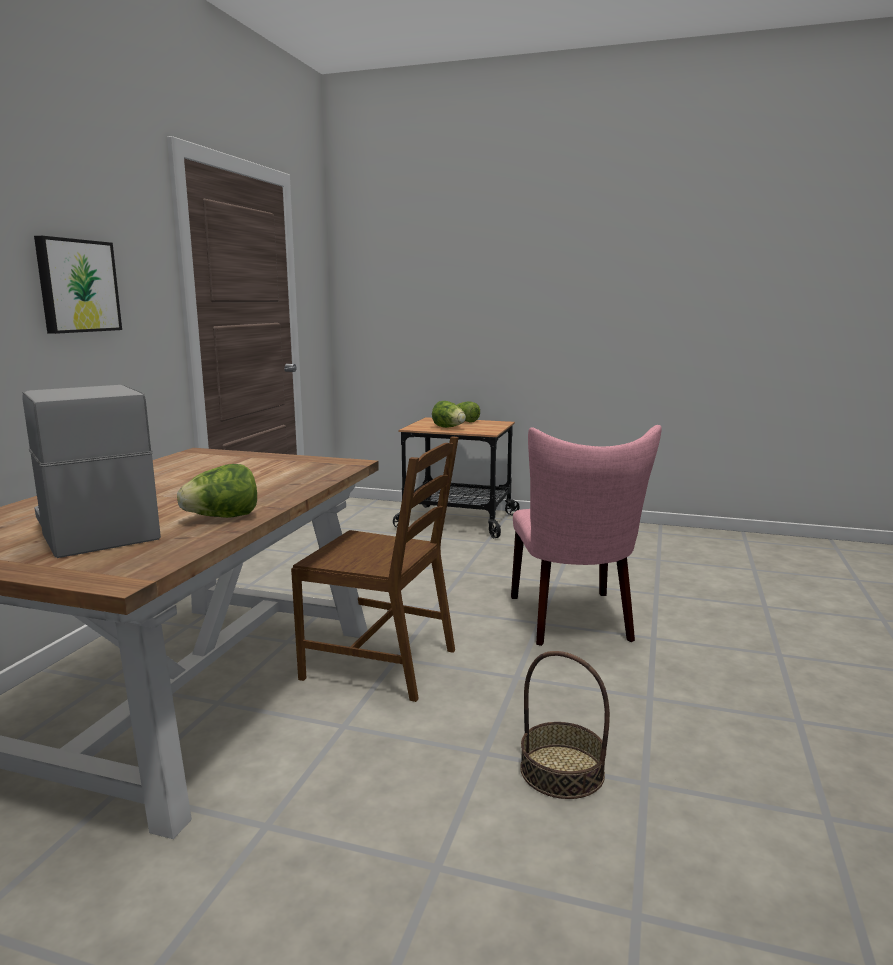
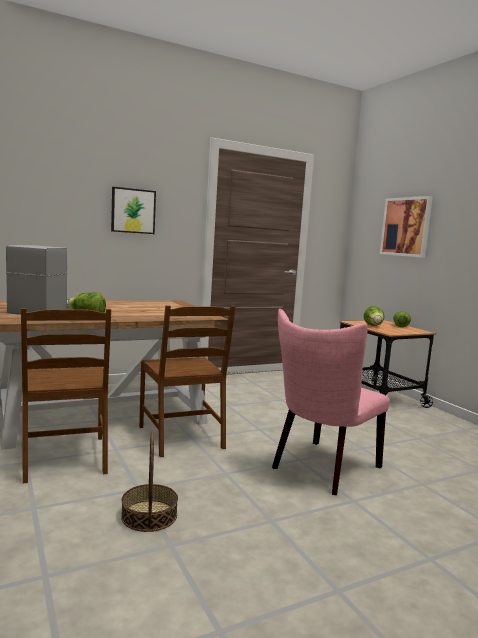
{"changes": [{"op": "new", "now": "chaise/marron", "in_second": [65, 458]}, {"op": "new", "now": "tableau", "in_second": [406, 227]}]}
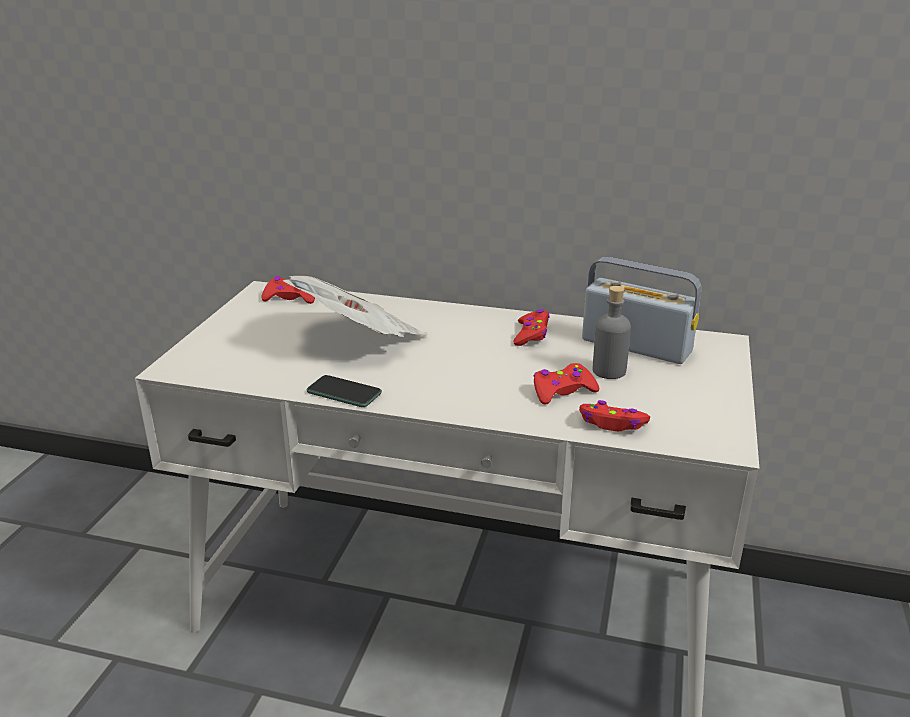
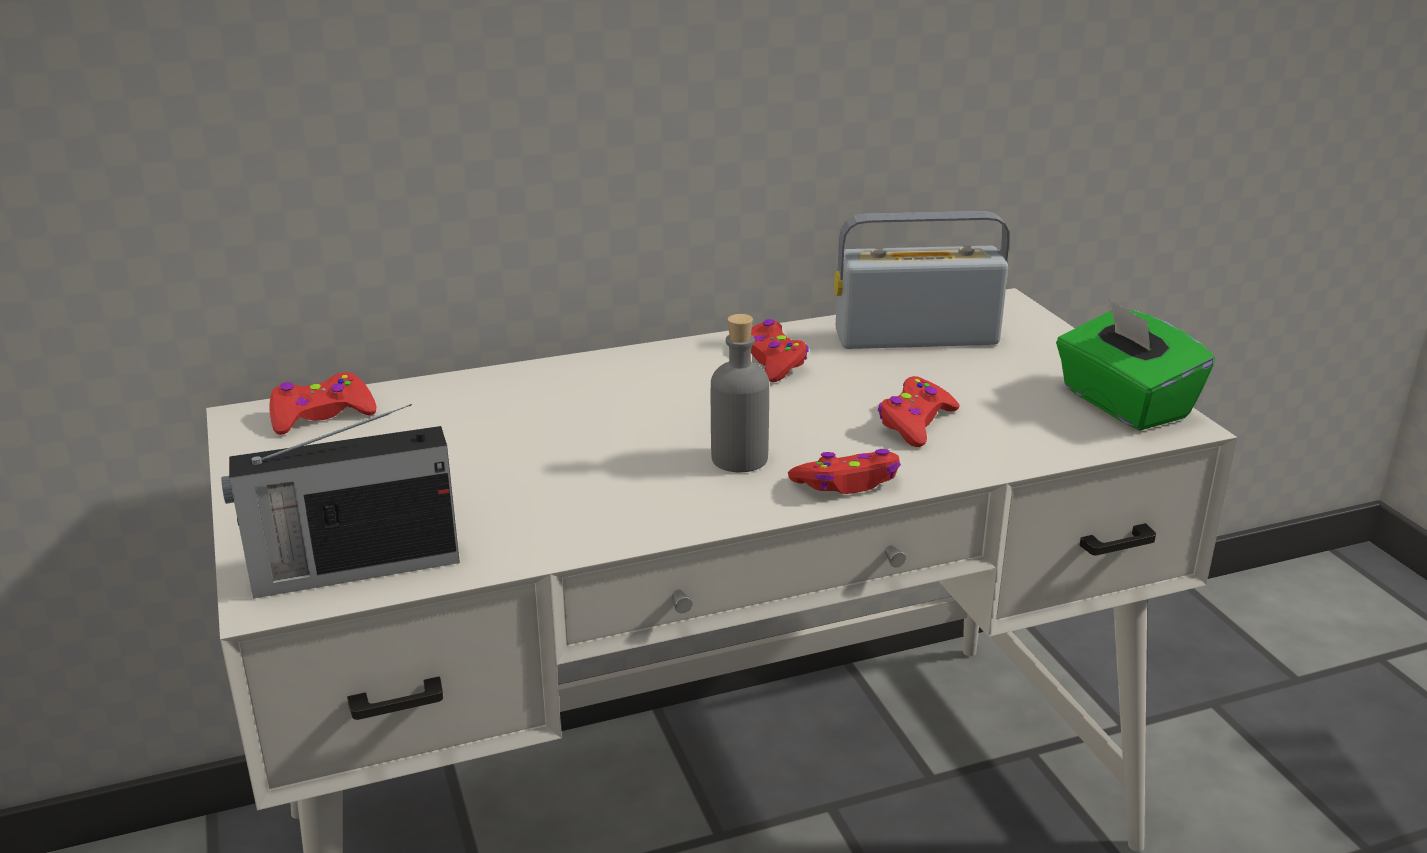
{"changes": [{"op": "gone", "was": "journal", "in_first": [359, 340]}, {"op": "gone", "was": "téléphone", "in_first": [344, 392]}, {"op": "shifted", "was": "manette/rouge", "in_first": [612, 424], "in_second": [848, 483]}, {"op": "shifted", "was": "bouteille/gris", "in_first": [609, 371], "in_second": [739, 458]}, {"op": "new", "now": "radio", "in_second": [352, 569]}, {"op": "new", "now": "boîte à mouchoirs/vert", "in_second": [1123, 404]}]}
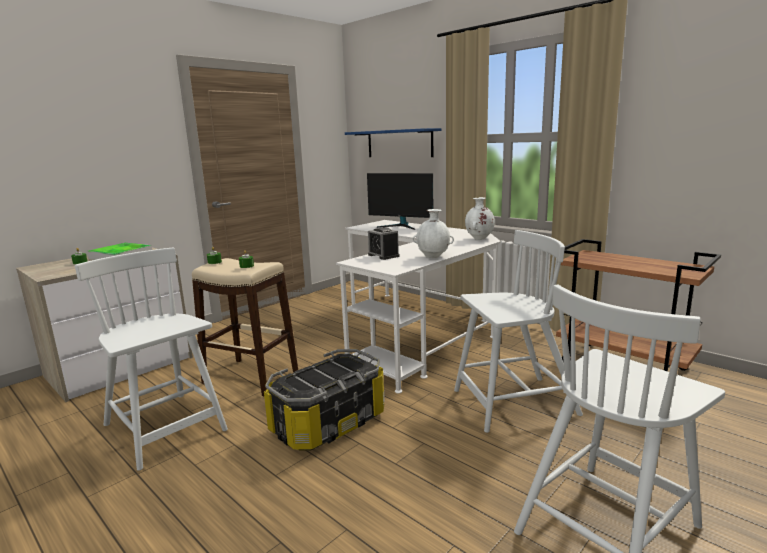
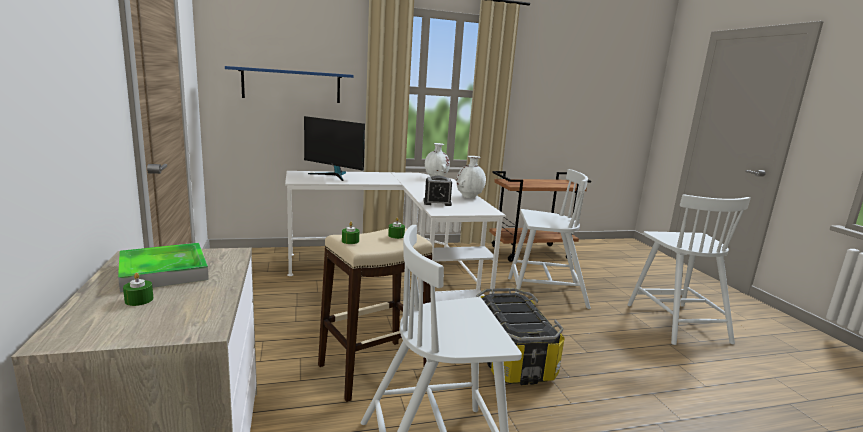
{"changes": [{"op": "rotated", "was": "écran d'ordinateur", "in_first": [401, 226], "in_second": [334, 175], "clockwise": 60}, {"op": "rotated", "was": "chaise/blanc", "in_first": [512, 403], "in_second": [544, 293], "clockwise": 75}]}
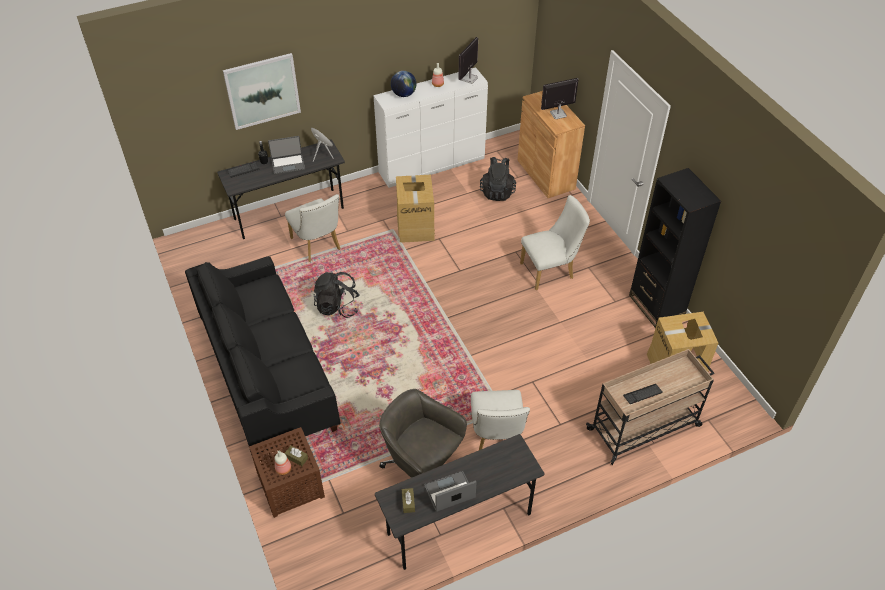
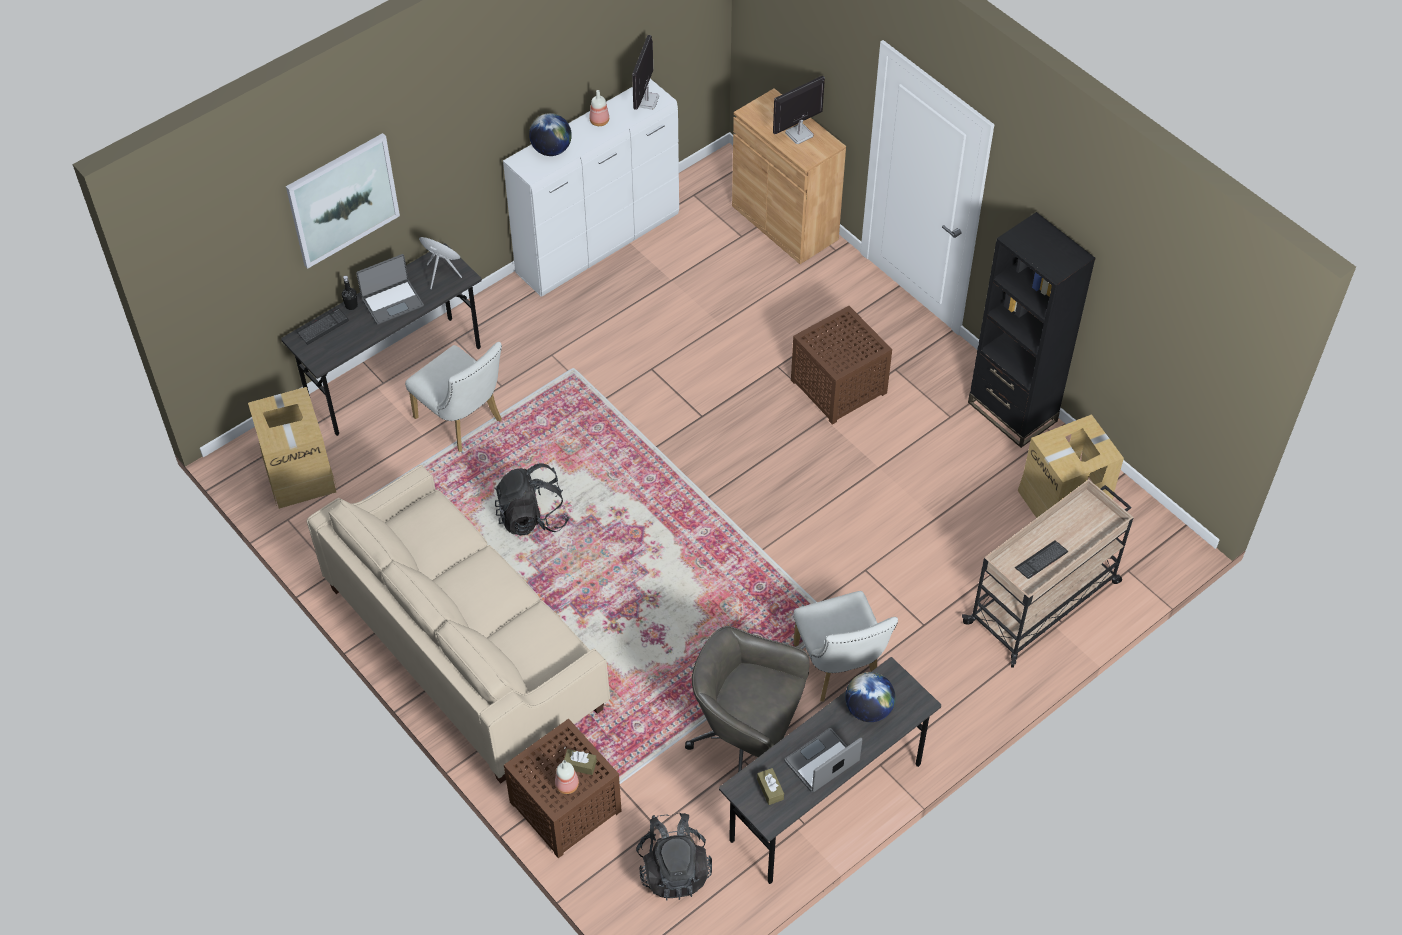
{"changes": [{"op": "repainted", "was": "canapé/noir", "now": "canapé/beige", "in_first": [267, 373], "in_second": [464, 647]}, {"op": "shifted", "was": "carton", "in_first": [416, 226], "in_second": [299, 472]}, {"op": "shifted", "was": "sac à dos/noir", "in_first": [497, 191], "in_second": [674, 869]}, {"op": "swapped", "was": "chaise/blanc", "now": "table d'appoint/marron", "in_first": [550, 270], "in_second": [840, 387]}, {"op": "new", "now": "globe", "in_second": [868, 709]}]}
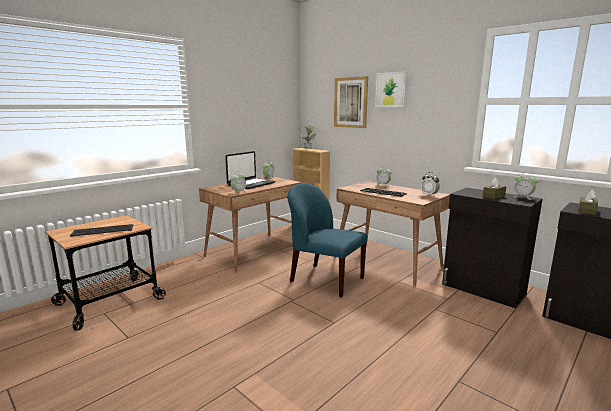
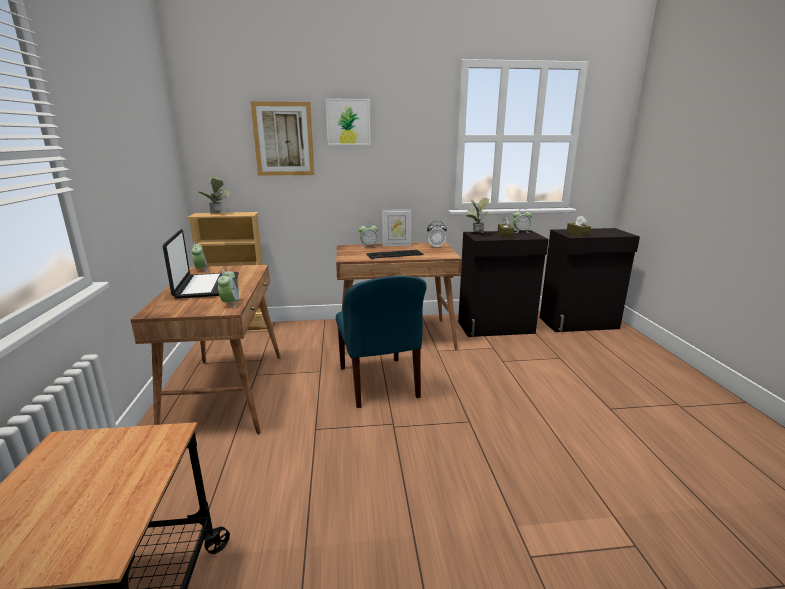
{"changes": [{"op": "gone", "was": "clavier", "in_first": [103, 230]}, {"op": "rotated", "was": "chaise/bleu", "in_first": [325, 280], "in_second": [379, 383], "clockwise": -90}, {"op": "new", "now": "cadre photo", "in_second": [396, 245]}, {"op": "new", "now": "plante en pot", "in_second": [476, 233]}]}
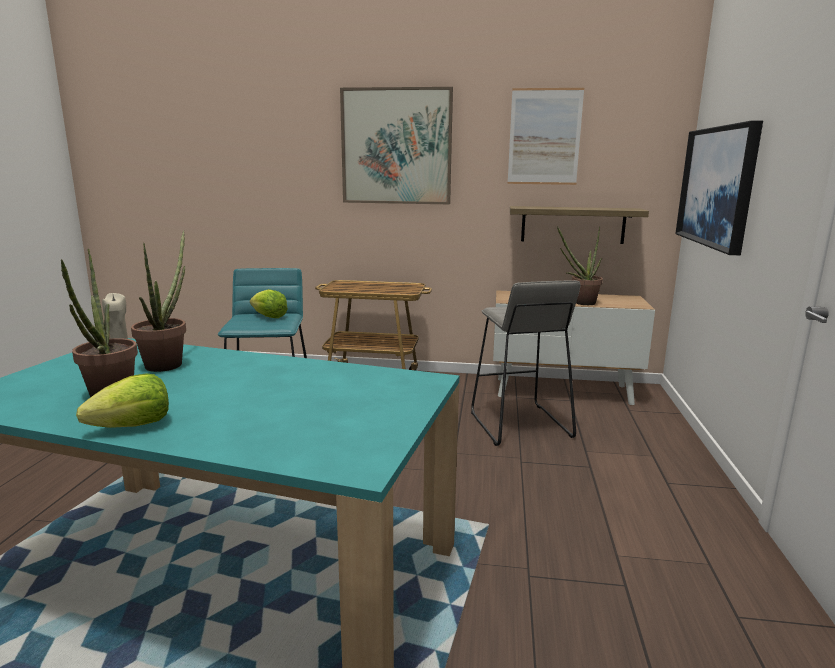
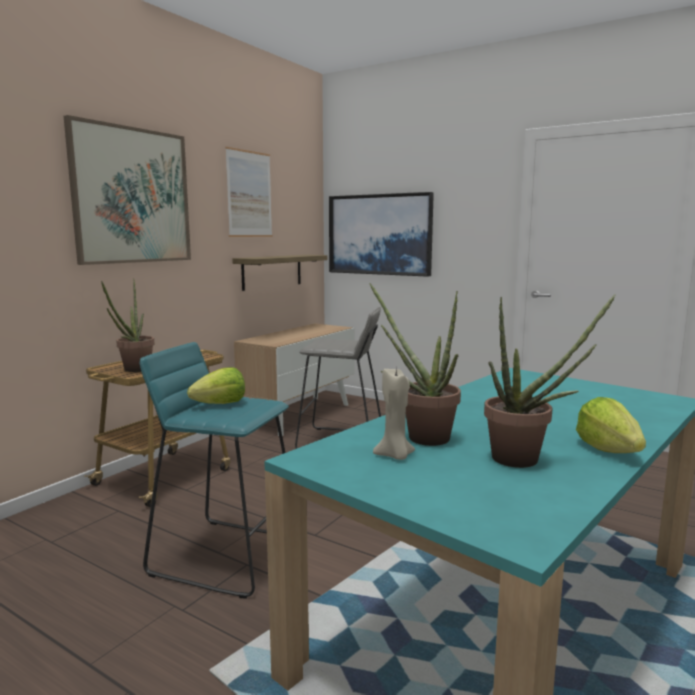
{"changes": [{"op": "shifted", "was": "plante en pot", "in_first": [580, 303], "in_second": [134, 370]}]}
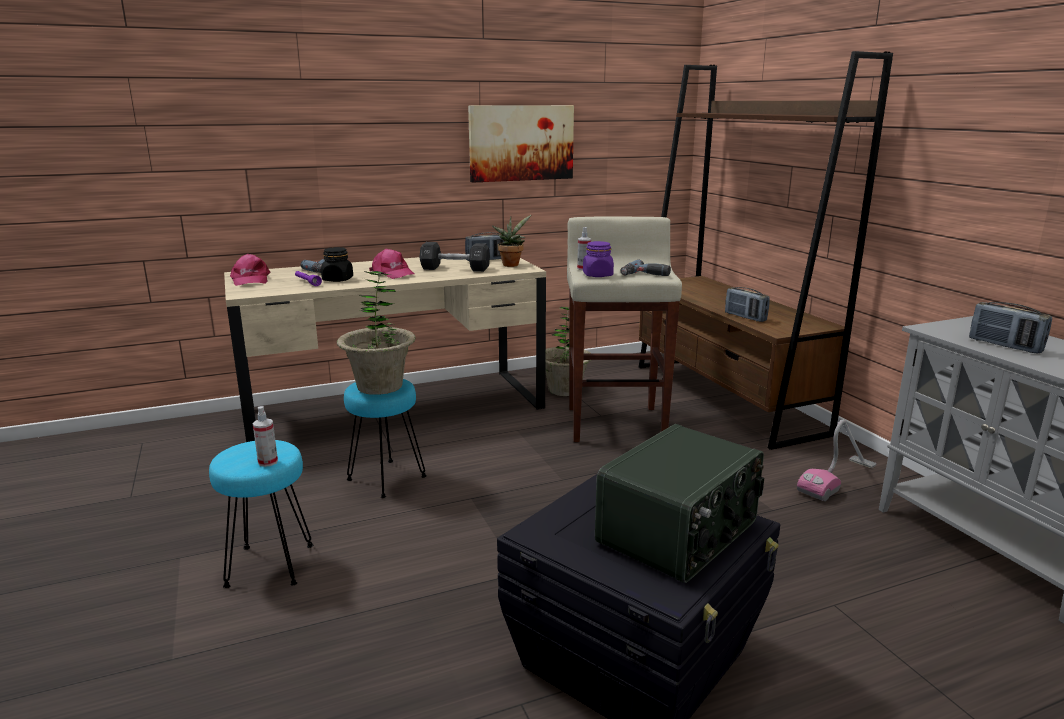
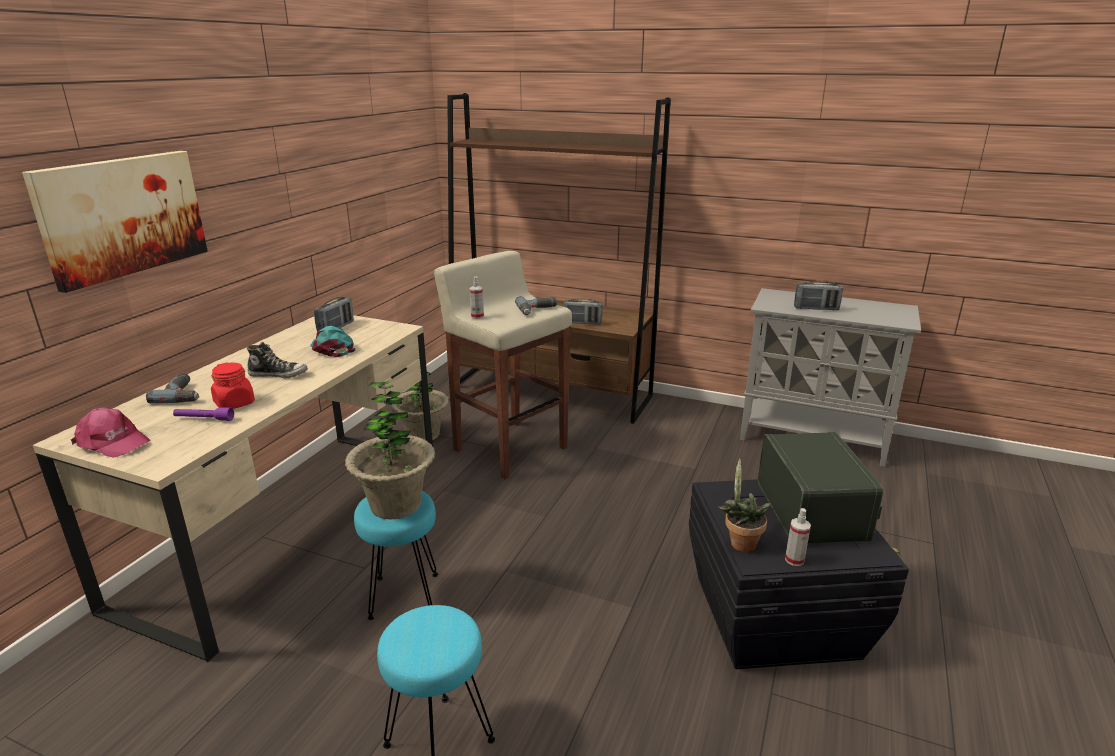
{"changes": [{"op": "shifted", "was": "vaporisateur", "in_first": [268, 462], "in_second": [794, 560]}, {"op": "repainted", "was": "bocal/noir", "now": "bocal/rouge", "in_first": [337, 280], "in_second": [234, 403]}, {"op": "swapped", "was": "casquette/rose", "now": "chaussure", "in_first": [392, 273], "in_second": [278, 374]}, {"op": "swapped", "was": "haltère/noir", "now": "casquette/turquoise", "in_first": [455, 269], "in_second": [332, 348]}, {"op": "shifted", "was": "tableau", "in_first": [521, 143], "in_second": [123, 216]}, {"op": "shifted", "was": "plante en pot", "in_first": [511, 264], "in_second": [740, 542]}, {"op": "gone", "was": "bocal/violet", "in_first": [597, 275]}, {"op": "gone", "was": "aspirateur", "in_first": [838, 479]}]}
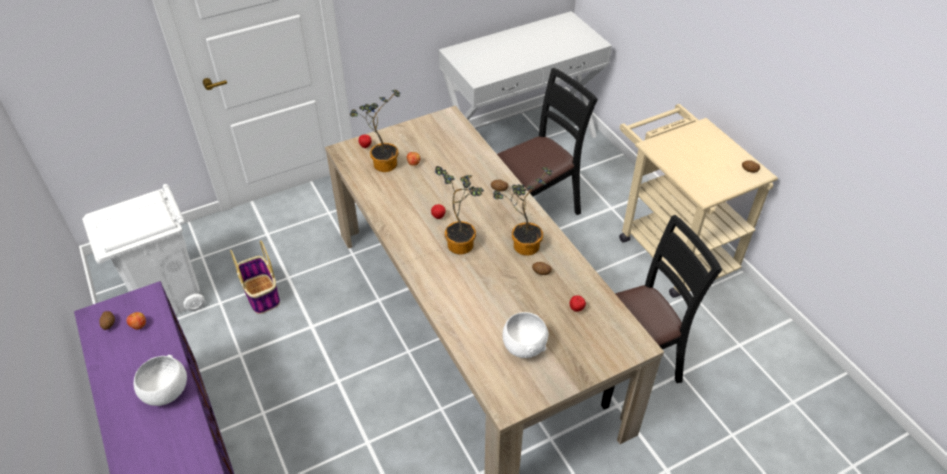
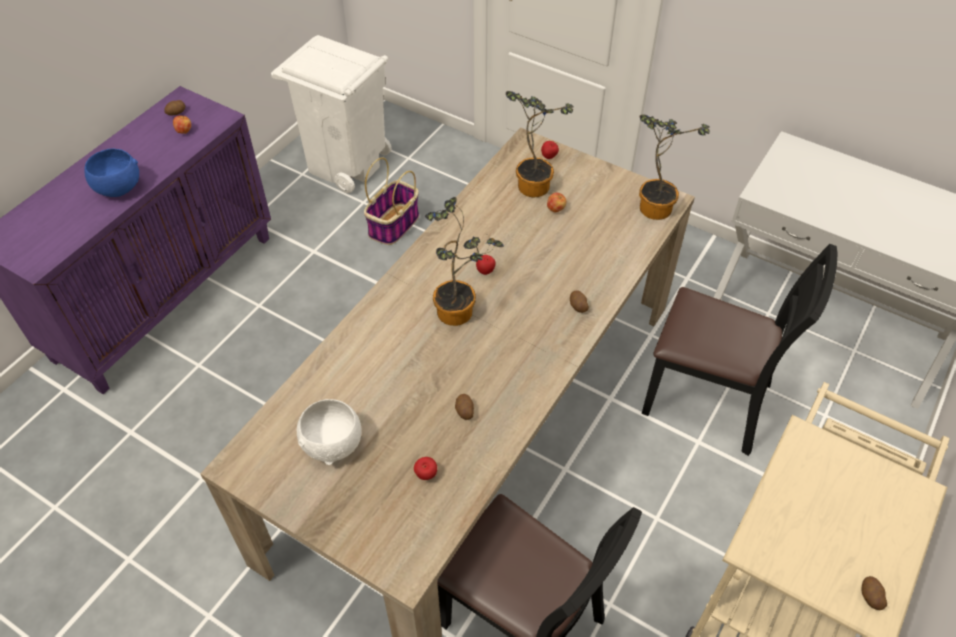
{"changes": [{"op": "repainted", "was": "bol/blanc", "now": "bol/bleu", "in_first": [166, 393], "in_second": [118, 189]}, {"op": "shifted", "was": "plante en pot", "in_first": [522, 245], "in_second": [654, 205]}]}
